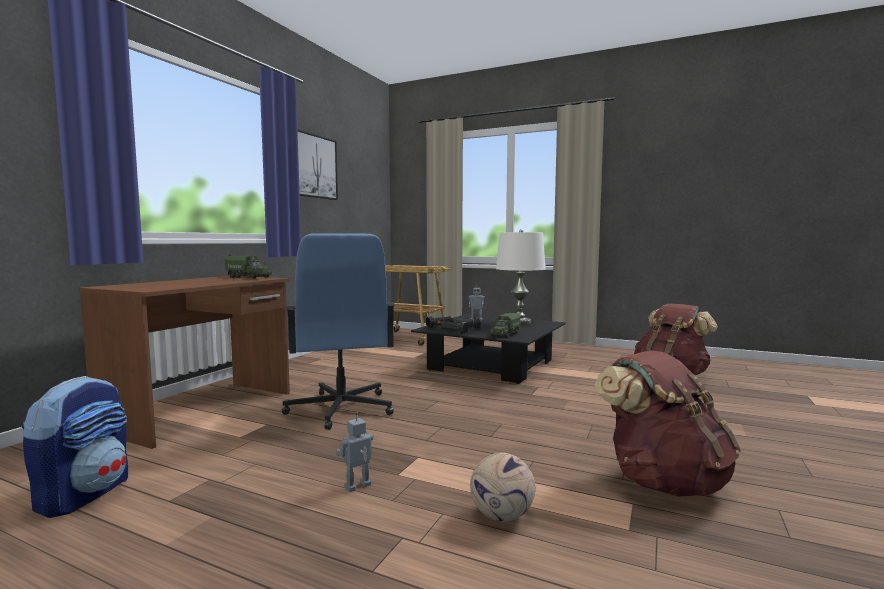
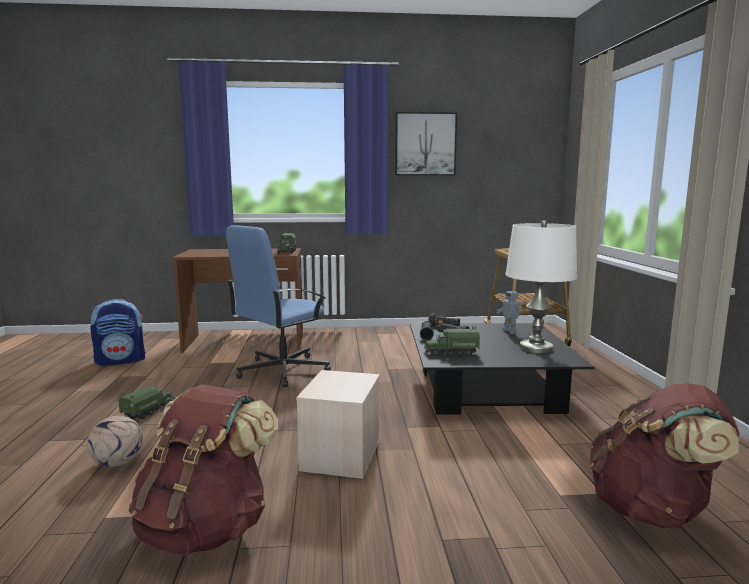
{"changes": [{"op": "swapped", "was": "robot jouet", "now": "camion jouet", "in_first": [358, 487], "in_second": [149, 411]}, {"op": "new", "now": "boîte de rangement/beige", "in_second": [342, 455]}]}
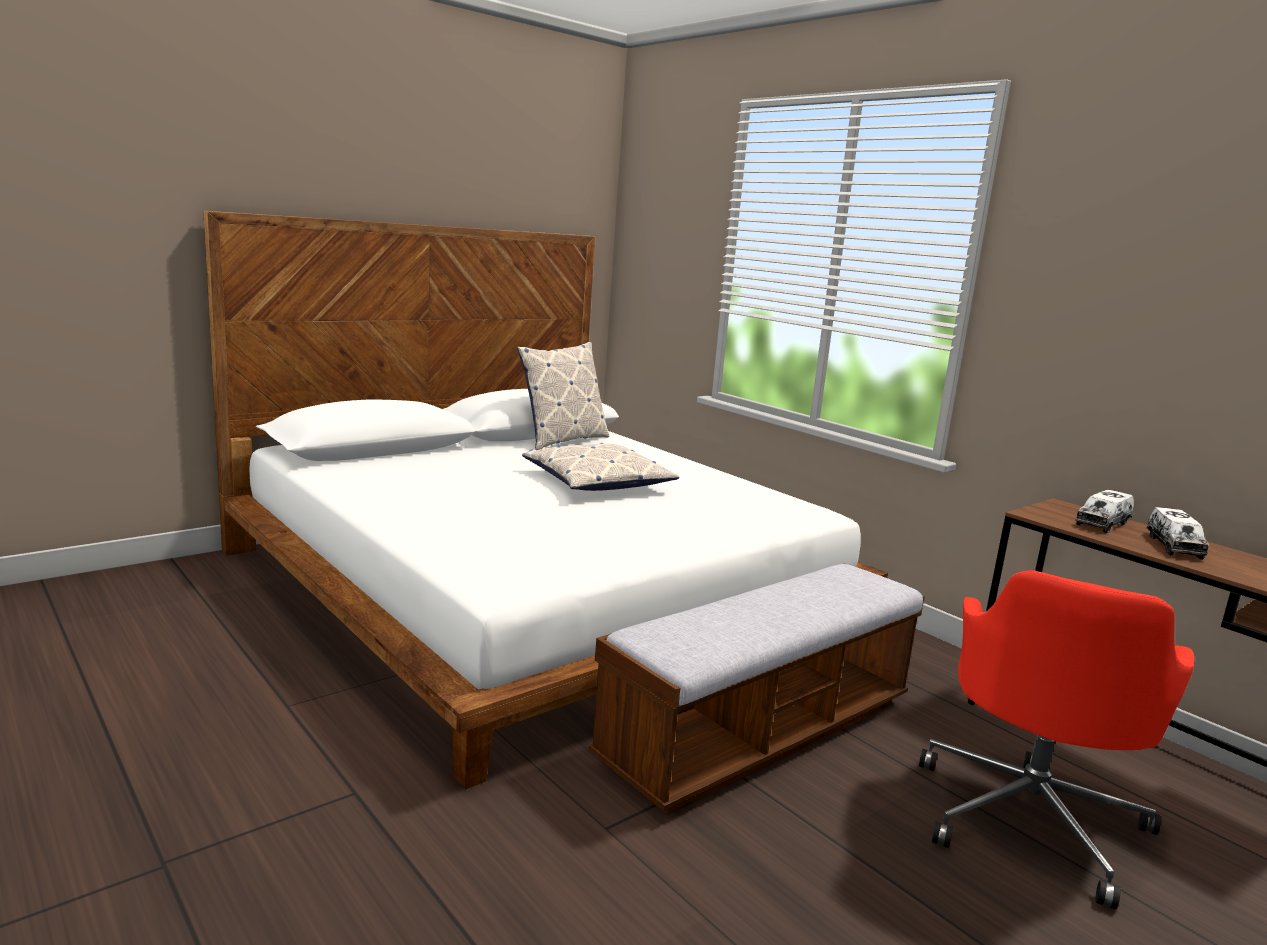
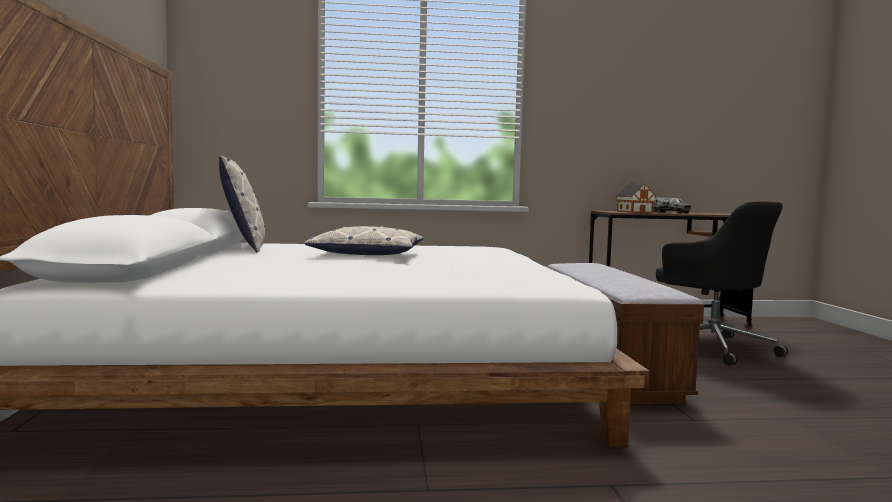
{"changes": [{"op": "repainted", "was": "chaise de bureau/rouge", "now": "chaise de bureau/noir", "in_first": [1030, 817], "in_second": [712, 347]}, {"op": "swapped", "was": "camion jouet", "now": "maison miniature", "in_first": [1102, 523], "in_second": [634, 211]}]}
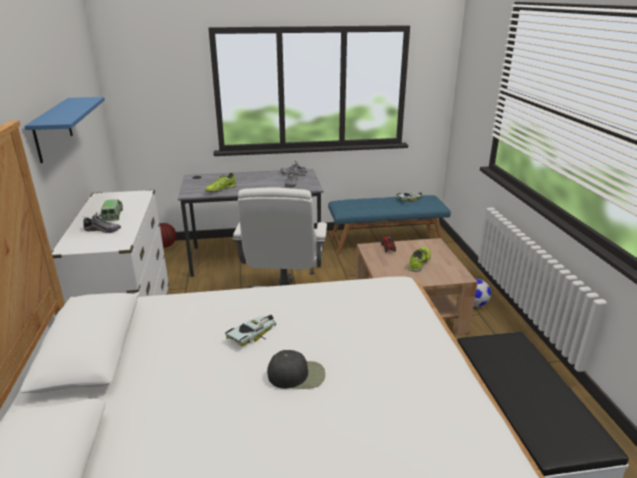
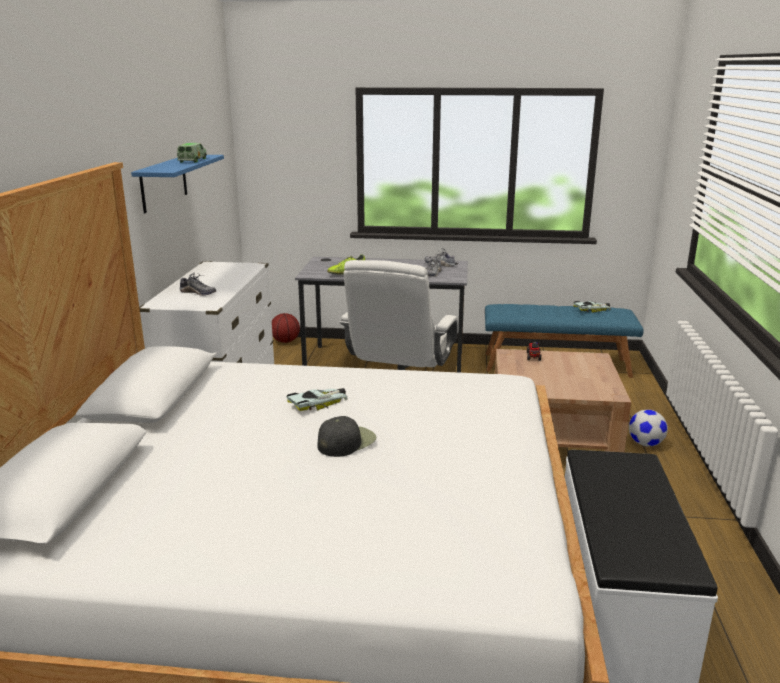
{"changes": [{"op": "shifted", "was": "camion jouet", "in_first": [113, 215], "in_second": [192, 160]}, {"op": "rotated", "was": "casquette/noir", "in_first": [297, 375], "in_second": [346, 441], "clockwise": -60}, {"op": "gone", "was": "chaussure", "in_first": [419, 262]}]}
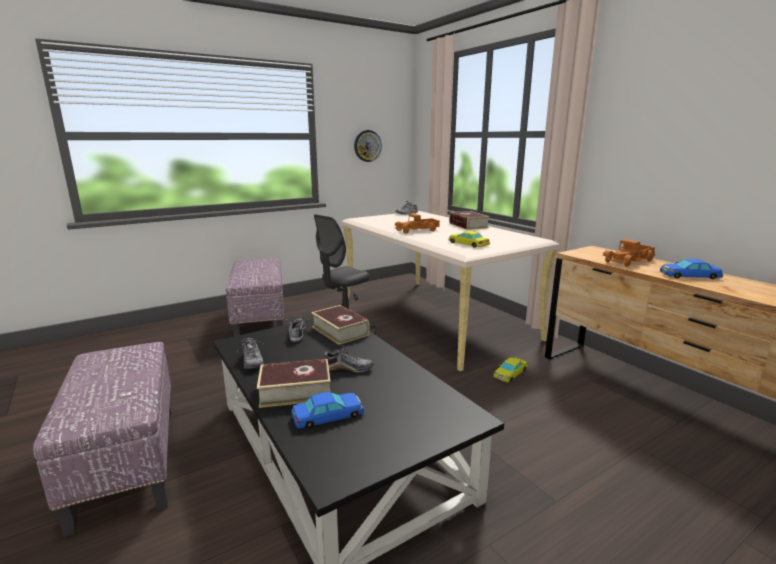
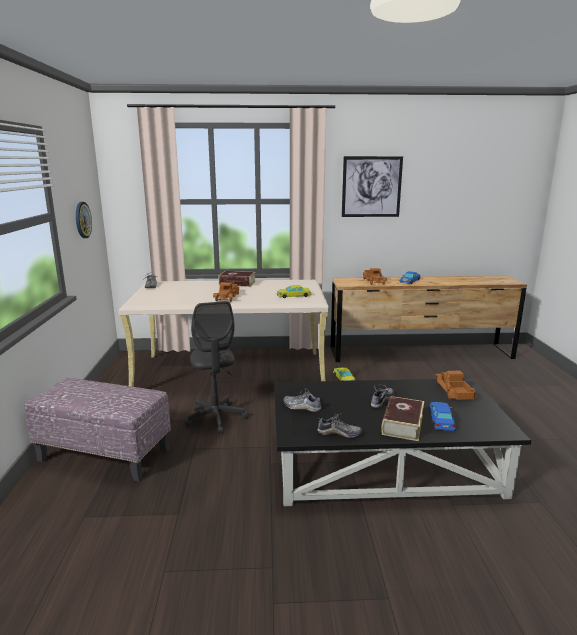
{"changes": [{"op": "gone", "was": "pouf", "in_first": [126, 462]}, {"op": "gone", "was": "livre", "in_first": [340, 331]}, {"op": "new", "now": "tableau", "in_second": [371, 187]}, {"op": "new", "now": "camion jouet", "in_second": [453, 391]}]}
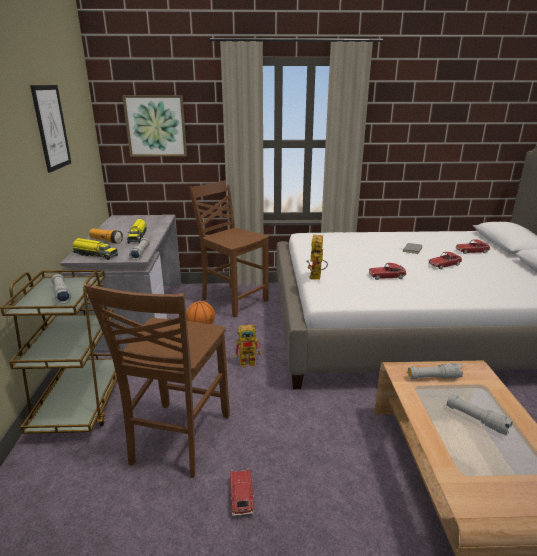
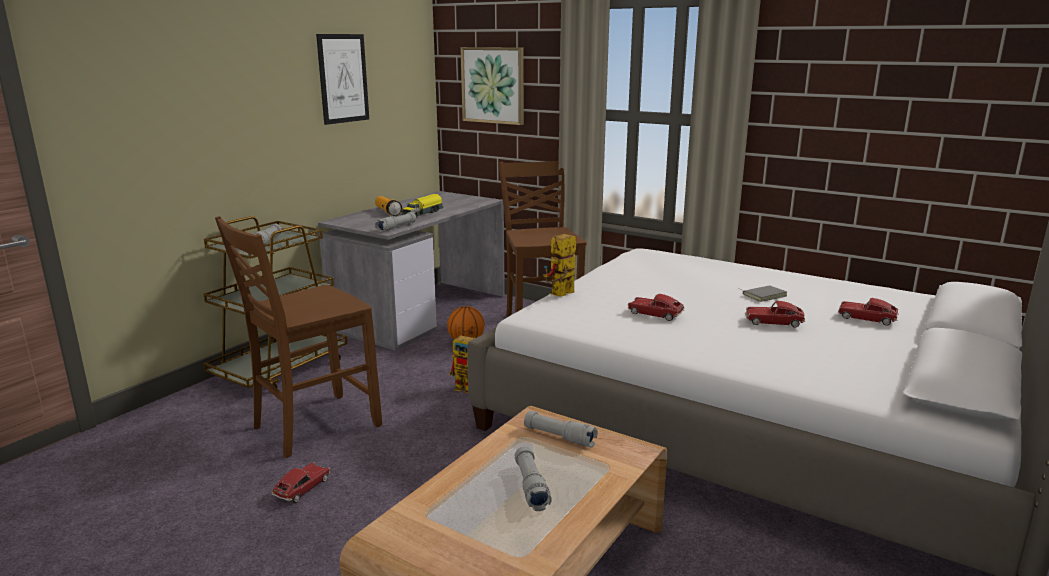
{"changes": [{"op": "gone", "was": "camion jouet", "in_first": [95, 255]}]}
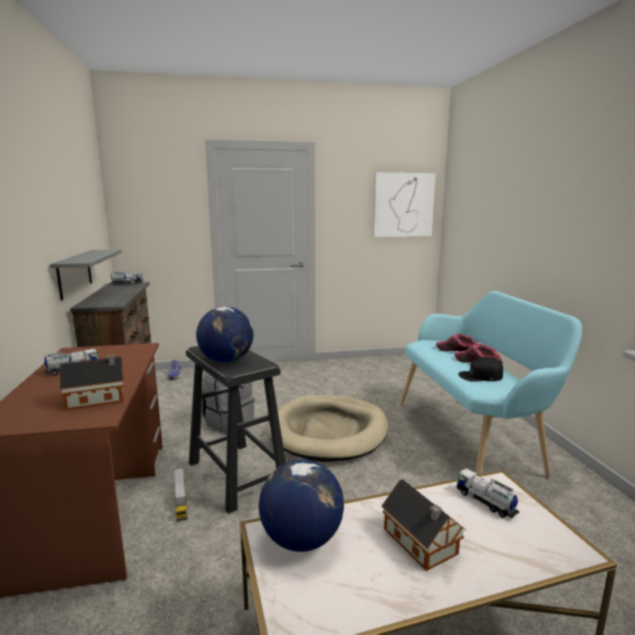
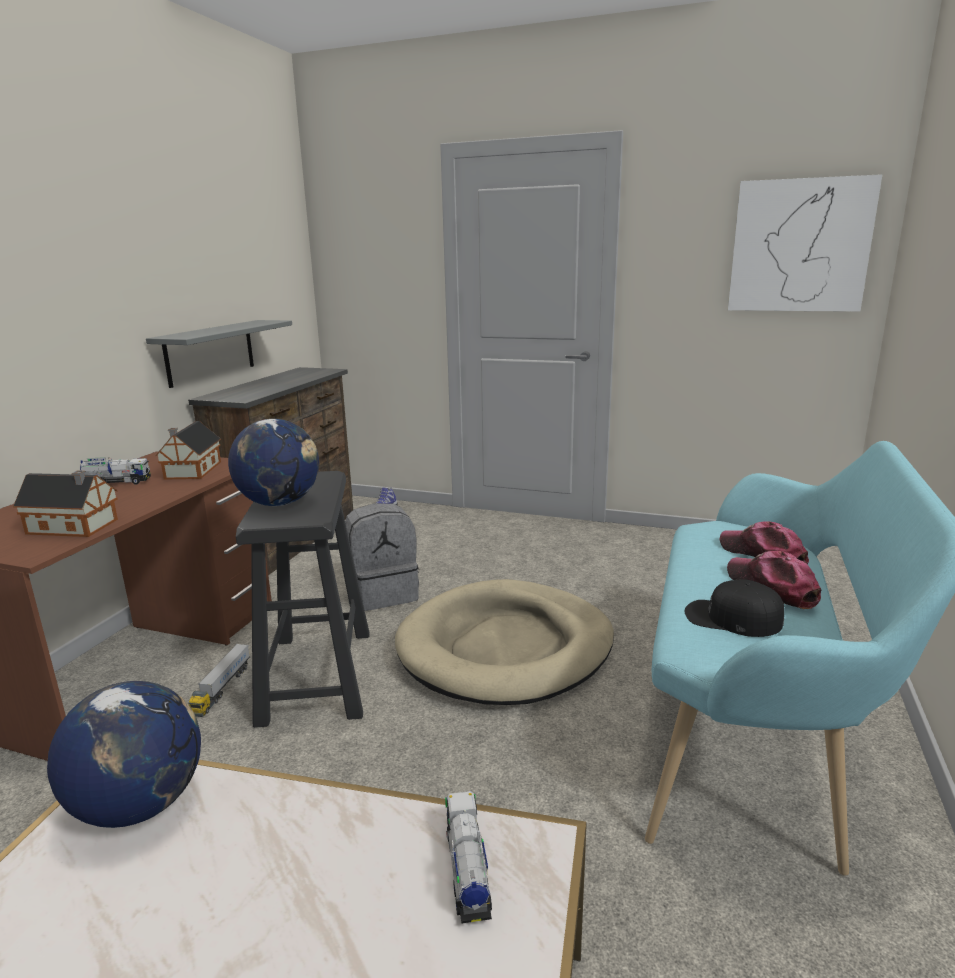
{"changes": [{"op": "gone", "was": "camion jouet", "in_first": [127, 284]}, {"op": "shifted", "was": "maison miniature", "in_first": [421, 543], "in_second": [191, 471]}]}
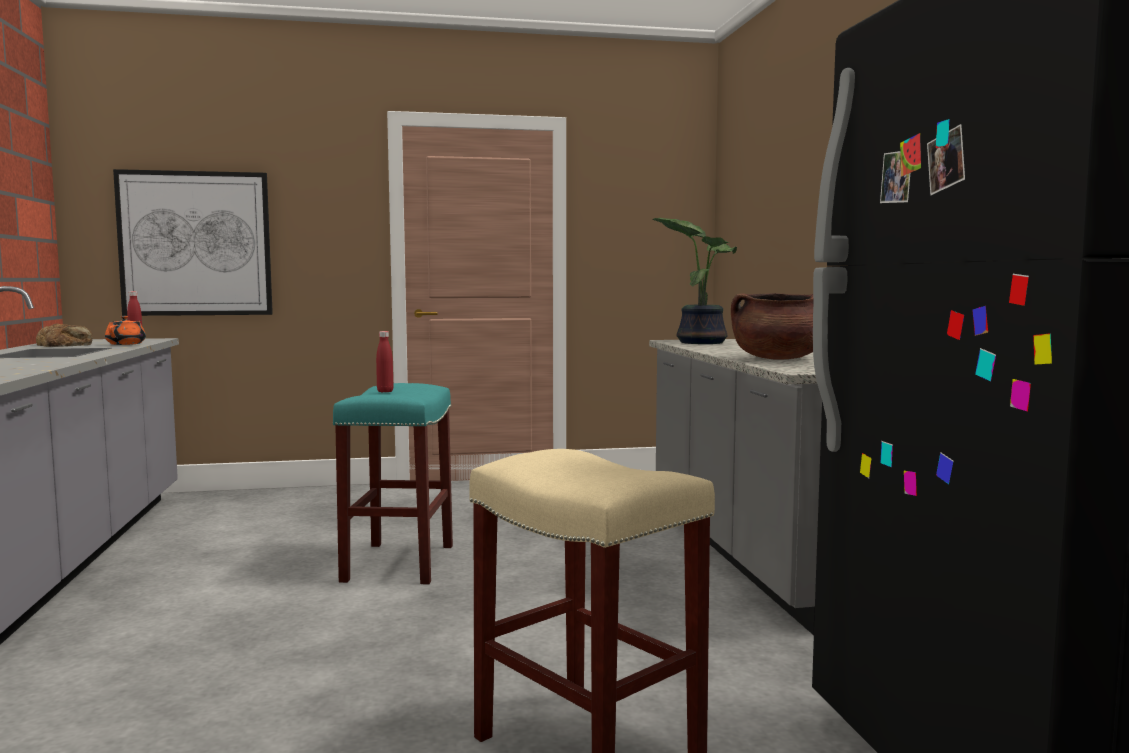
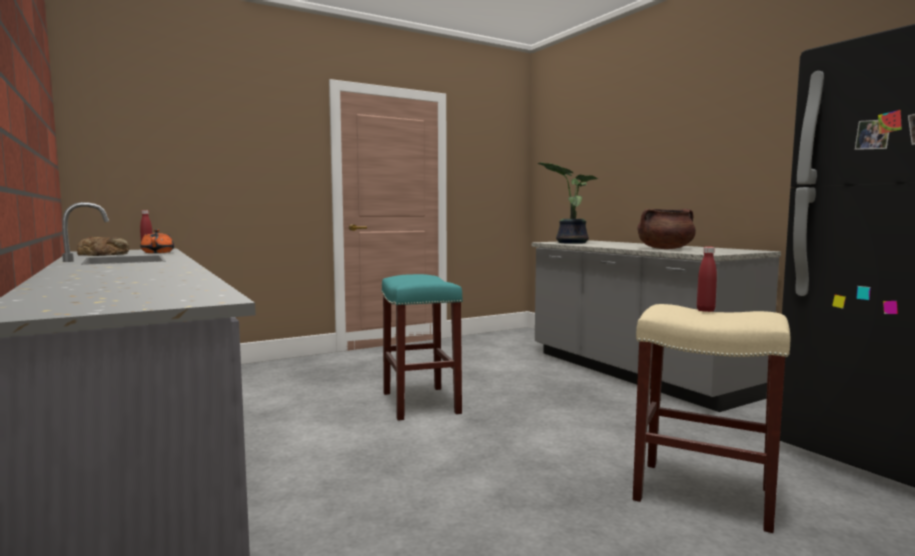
{"changes": [{"op": "gone", "was": "tableau", "in_first": [195, 244]}, {"op": "shifted", "was": "bouteille/rouge", "in_first": [385, 391], "in_second": [705, 310]}]}
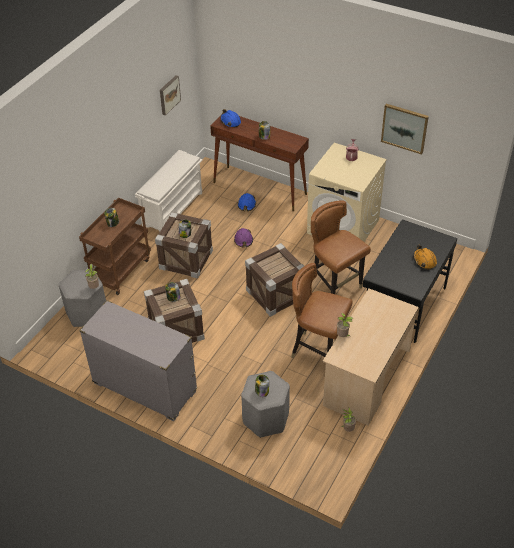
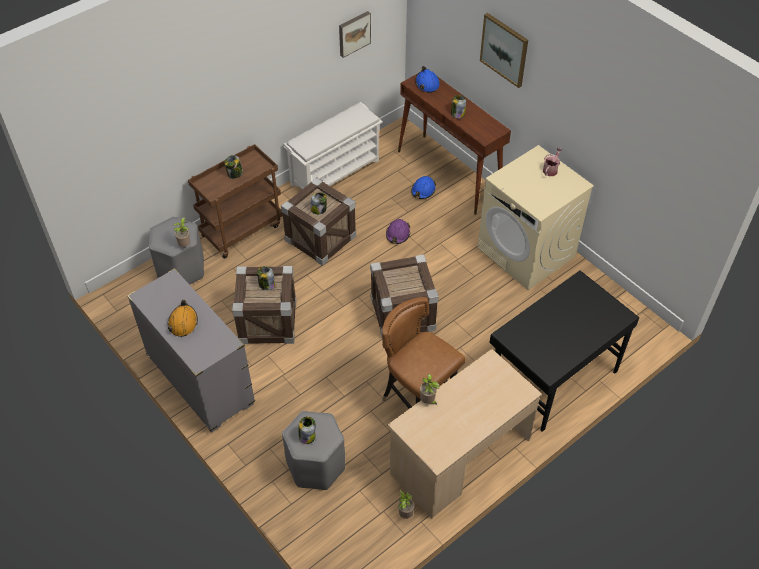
{"changes": [{"op": "gone", "was": "chaise/marron", "in_first": [334, 287]}, {"op": "shifted", "was": "tableau", "in_first": [404, 128], "in_second": [504, 49]}, {"op": "shifted", "was": "casque de chantier/orange", "in_first": [424, 260], "in_second": [183, 322]}]}
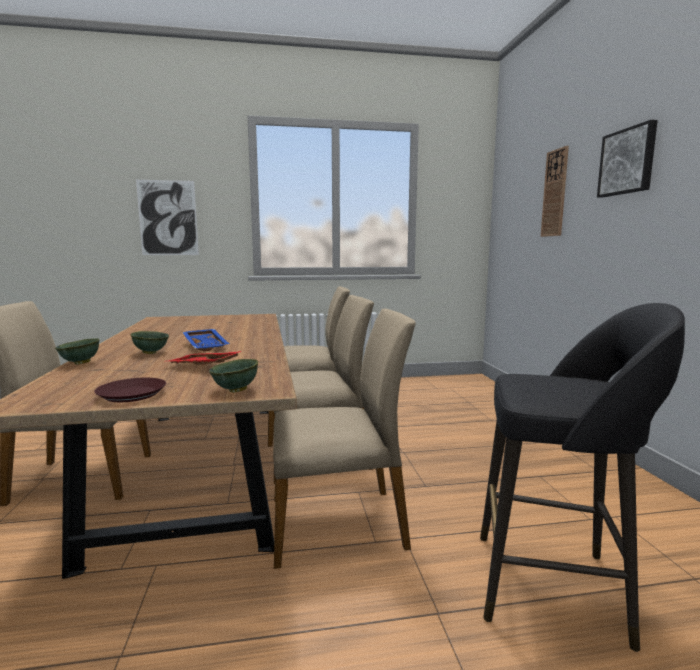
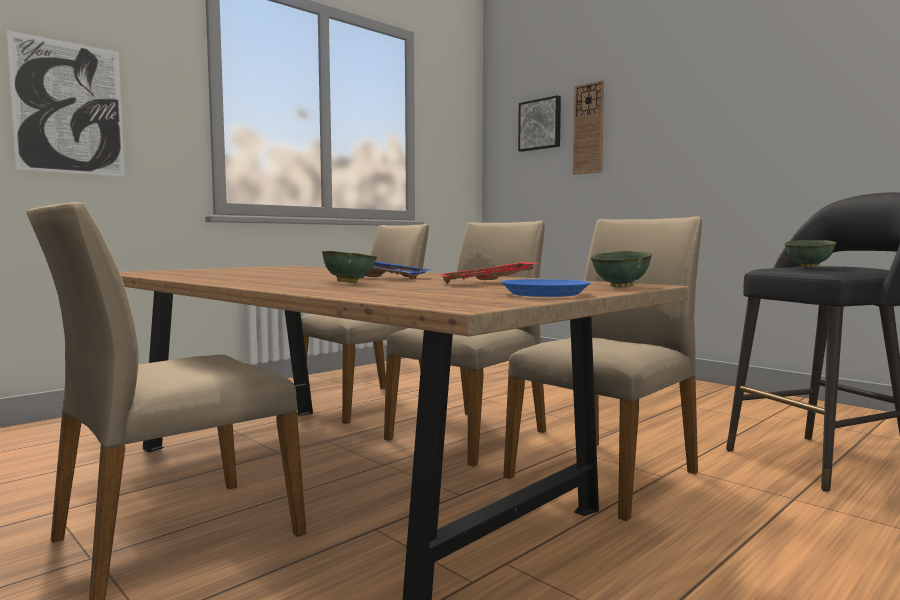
{"changes": [{"op": "shifted", "was": "bol/vert", "in_first": [80, 363], "in_second": [809, 267]}, {"op": "repainted", "was": "assiette/marron", "now": "assiette/bleu", "in_first": [132, 395], "in_second": [546, 294]}, {"op": "shifted", "was": "tableau", "in_first": [628, 161], "in_second": [540, 124]}]}
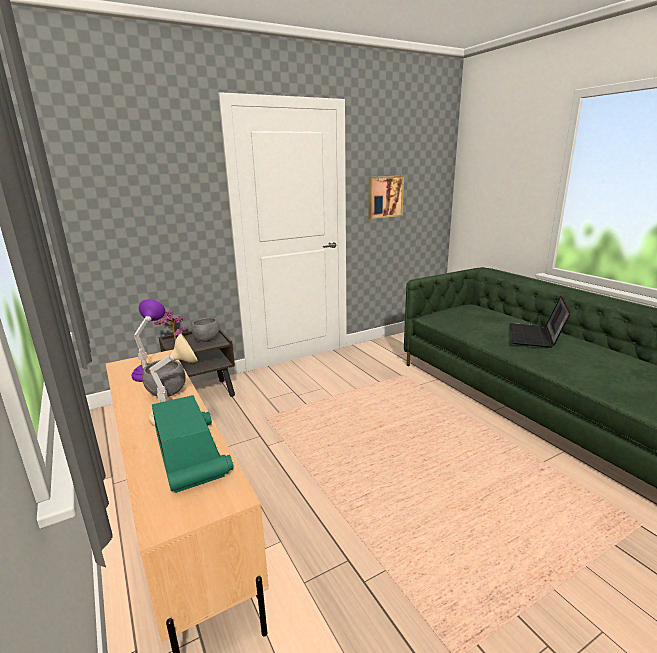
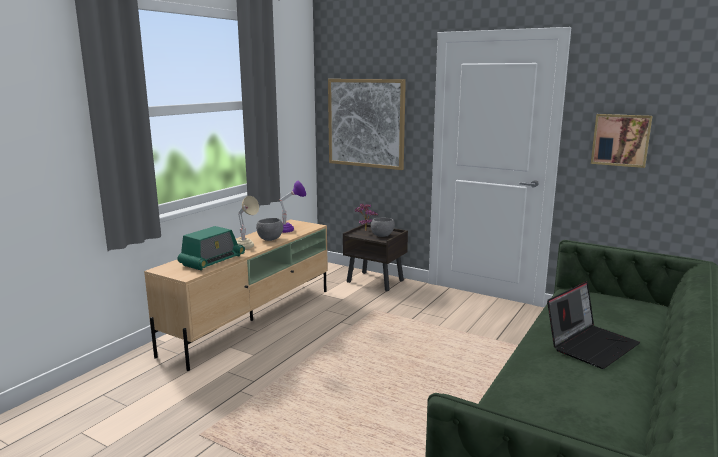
{"changes": [{"op": "rotated", "was": "ordinateur portable", "in_first": [535, 337], "in_second": [590, 344], "clockwise": 150}, {"op": "new", "now": "tableau", "in_second": [366, 123]}]}
